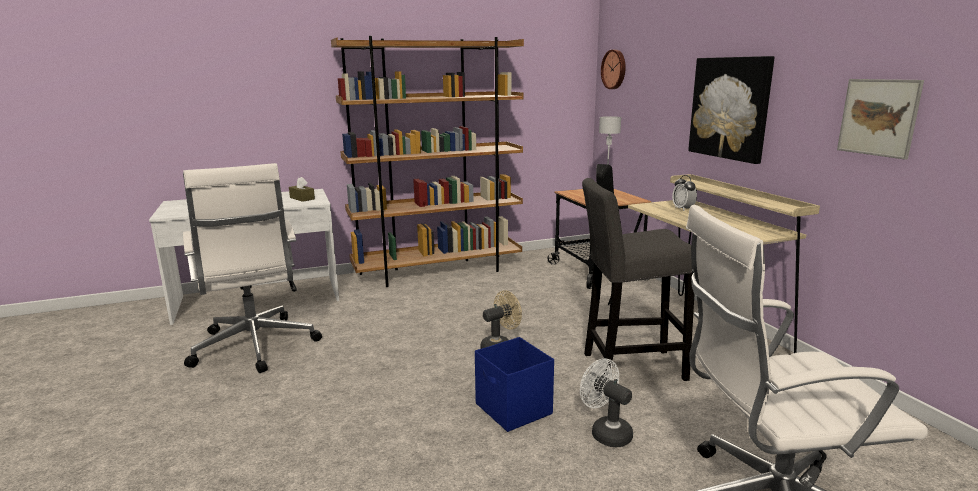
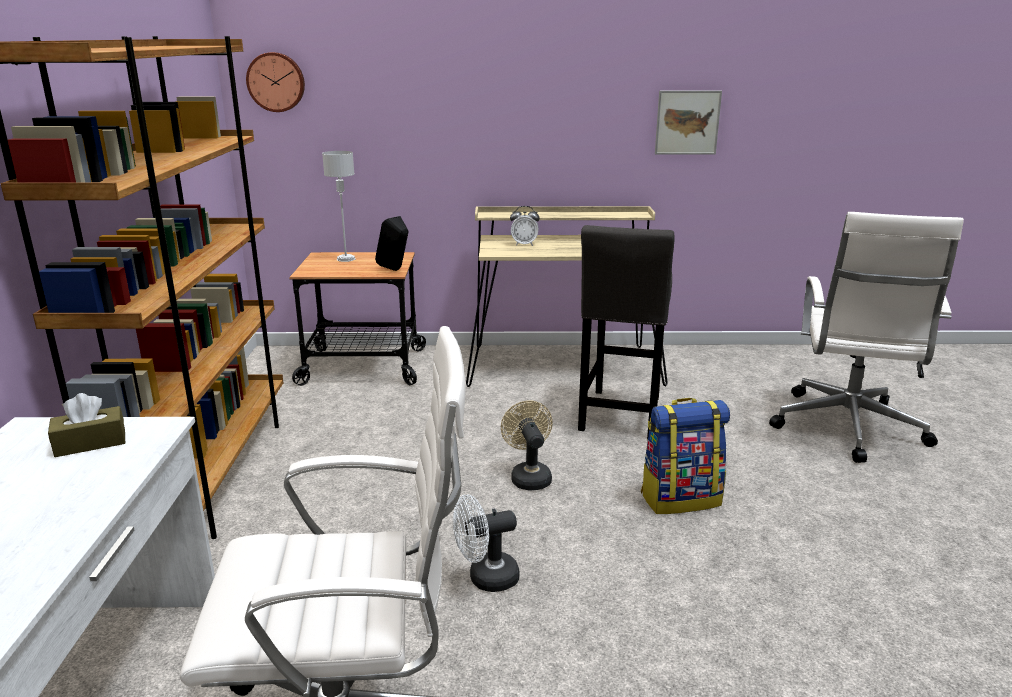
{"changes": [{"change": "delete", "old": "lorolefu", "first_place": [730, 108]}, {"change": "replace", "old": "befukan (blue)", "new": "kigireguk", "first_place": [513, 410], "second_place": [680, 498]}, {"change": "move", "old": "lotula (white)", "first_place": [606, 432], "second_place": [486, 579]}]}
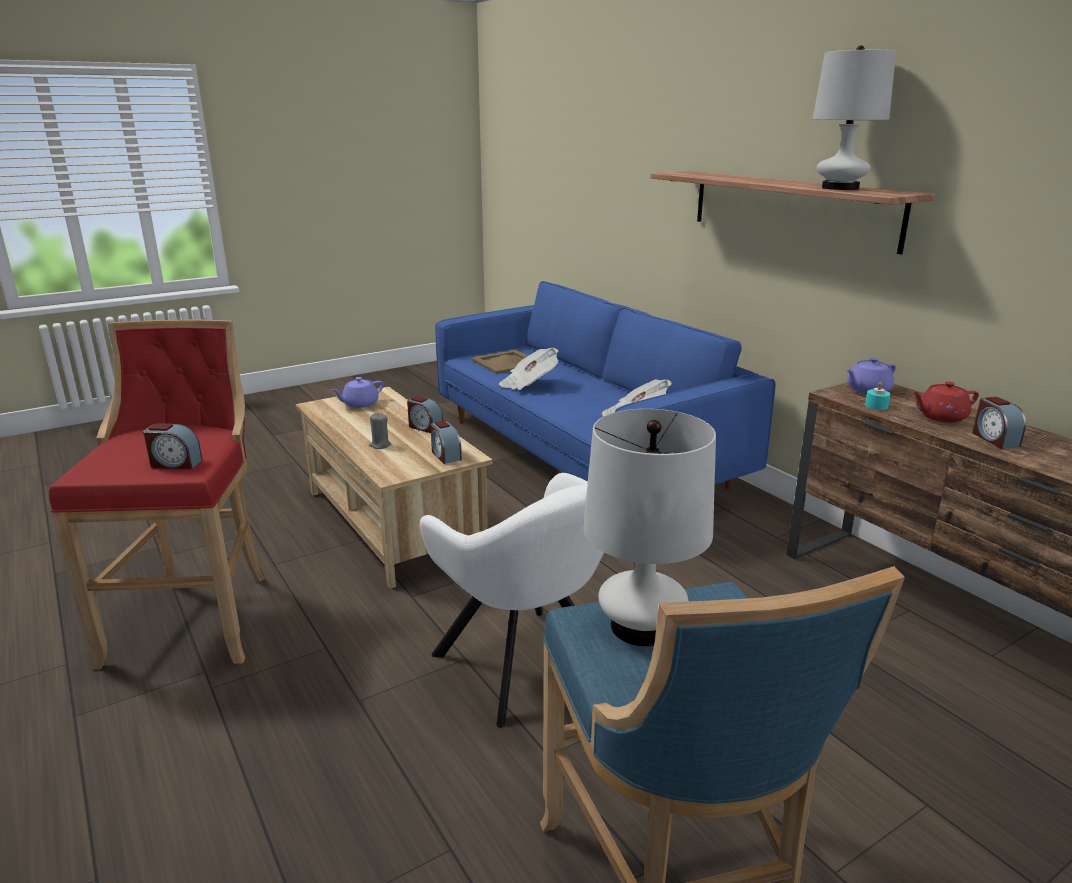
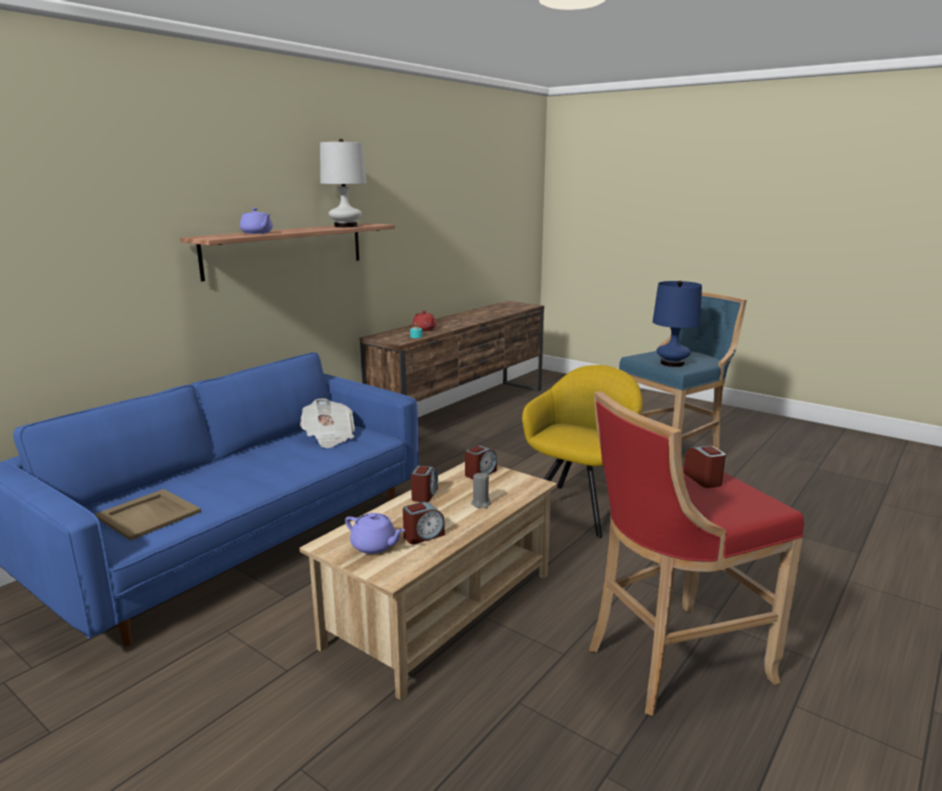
{"changes": [{"change": "delete", "old": "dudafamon", "first_place": [529, 384]}, {"change": "move", "old": "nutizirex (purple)", "first_place": [867, 390], "second_place": [257, 233]}, {"change": "move", "old": "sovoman", "first_place": [994, 439], "second_place": [423, 536]}, {"change": "recolor", "old": "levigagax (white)", "new": "levigagax (blue)", "first_place": [641, 627], "second_place": [672, 363]}, {"change": "recolor", "old": "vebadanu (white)", "new": "vebadanu (yellow)", "first_place": [527, 668], "second_place": [581, 507]}]}
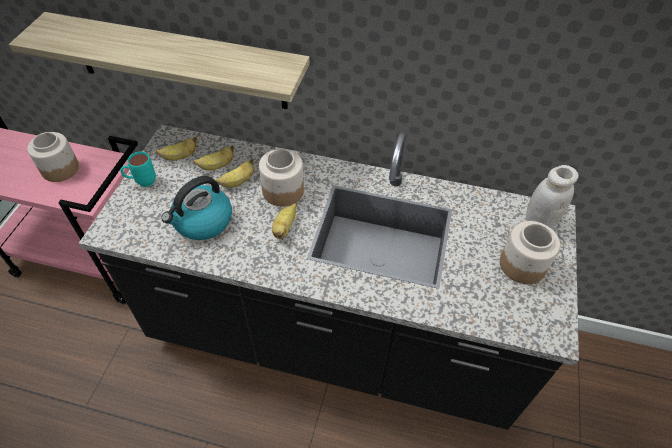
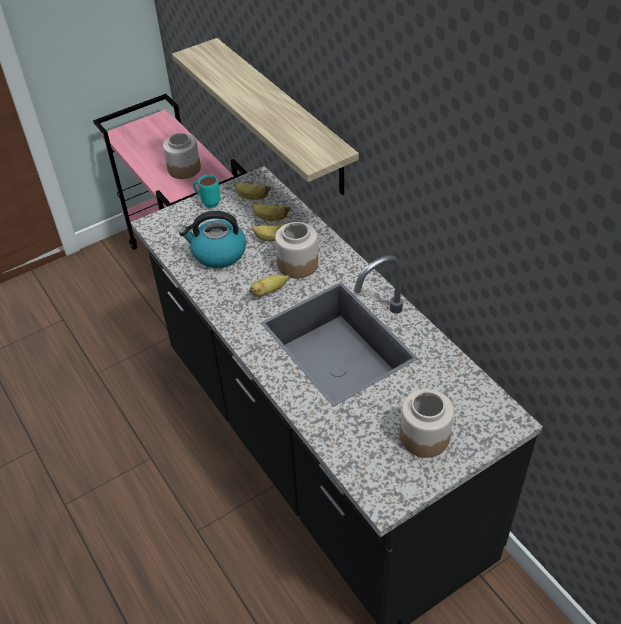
{"changes": [{"change": "delete", "old": "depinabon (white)", "first_place": [539, 221]}]}
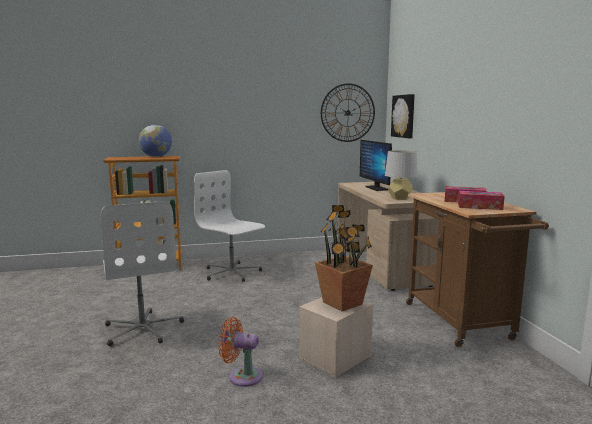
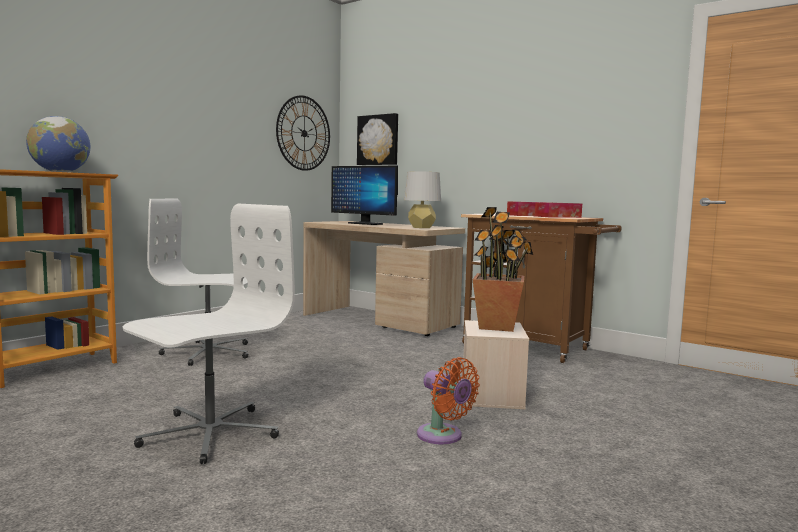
{"changes": [{"change": "rotate", "old": "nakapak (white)", "first_place": [143, 329], "second_place": [209, 433], "degrees": -75}, {"change": "rotate", "old": "lotula (orange)", "first_place": [242, 376], "second_place": [443, 436], "degrees": -105}]}
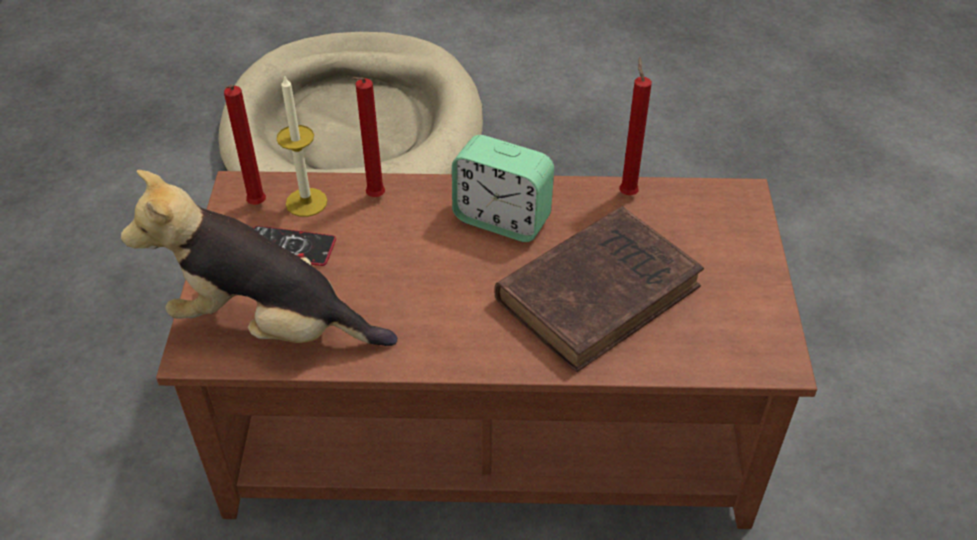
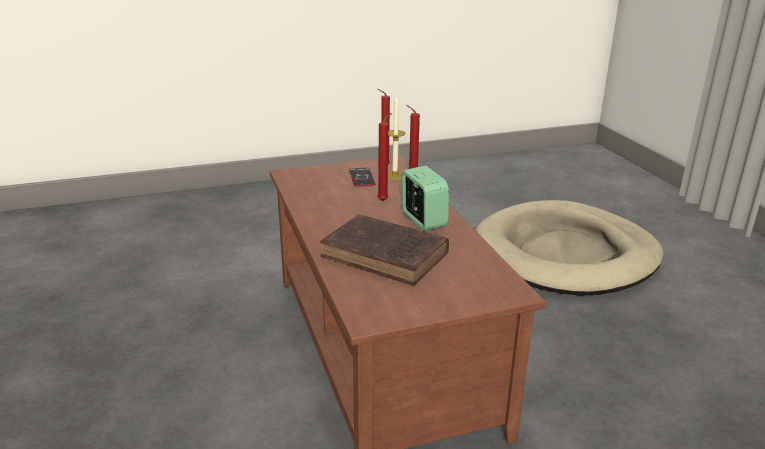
{"changes": [{"change": "move", "old": "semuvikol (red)", "first_place": [627, 192], "second_place": [384, 200]}, {"change": "rotate", "old": "sovoman", "first_place": [502, 219], "second_place": [423, 220], "degrees": 150}, {"change": "delete", "old": "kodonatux", "first_place": [270, 326]}]}
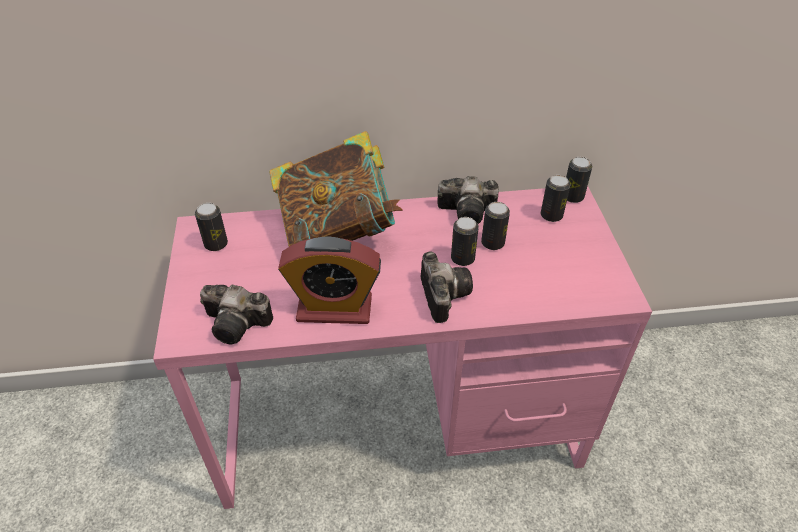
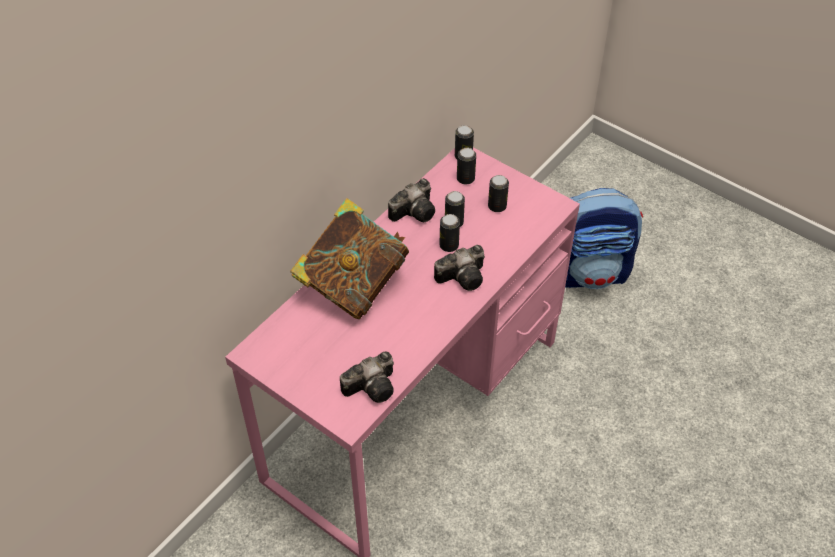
{"changes": [{"change": "move", "old": "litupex", "first_place": [216, 244], "second_place": [497, 206]}, {"change": "delete", "old": "sovoman", "first_place": [334, 309]}, {"change": "rotate", "old": "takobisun", "first_place": [442, 294], "second_place": [464, 276], "degrees": 120}, {"change": "insert", "new": "kigireguk", "second_place": [589, 272]}]}
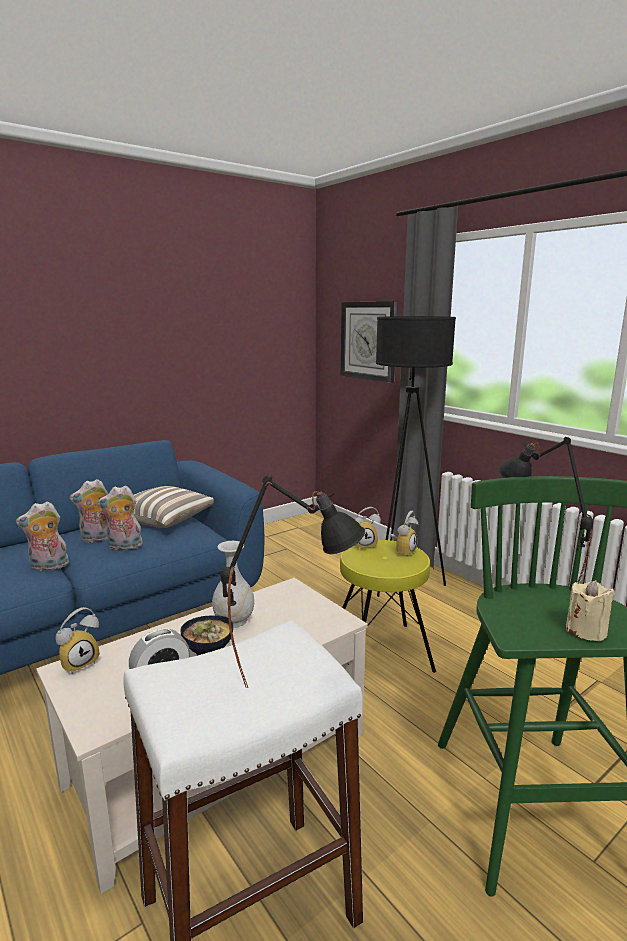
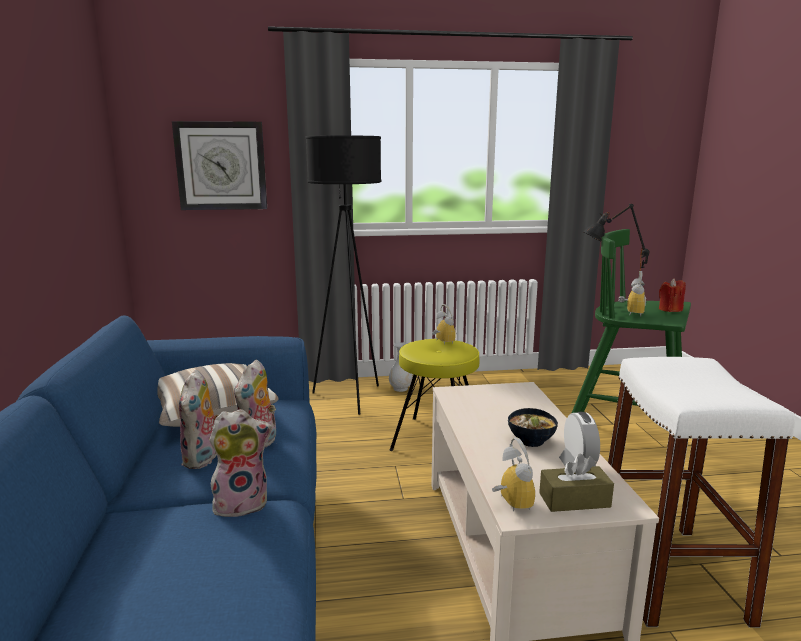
{"changes": [{"change": "delete", "old": "levigagax (black)", "first_place": [294, 674]}, {"change": "rotate", "old": "kodonatux", "first_place": [48, 567], "second_place": [242, 504], "degrees": -120}, {"change": "move", "old": "sovoman", "first_place": [364, 545], "second_place": [630, 313]}, {"change": "move", "old": "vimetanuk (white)", "first_place": [234, 621], "second_place": [400, 388]}, {"change": "recolor", "old": "semuvikol (beige)", "new": "semuvikol (red)", "first_place": [586, 631], "second_place": [670, 309]}, {"change": "insert", "new": "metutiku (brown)", "second_place": [574, 500]}]}
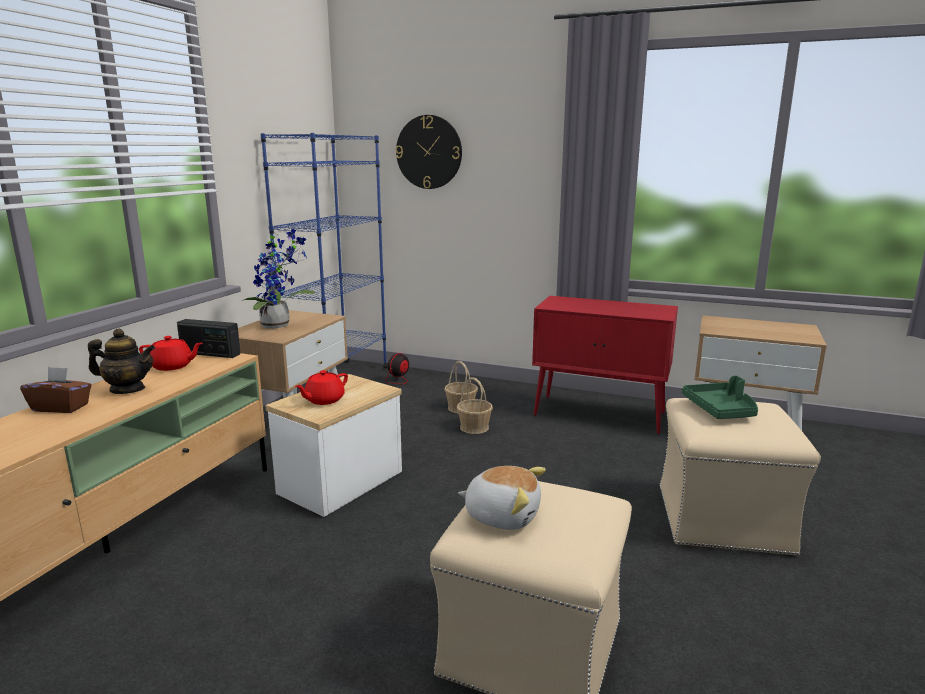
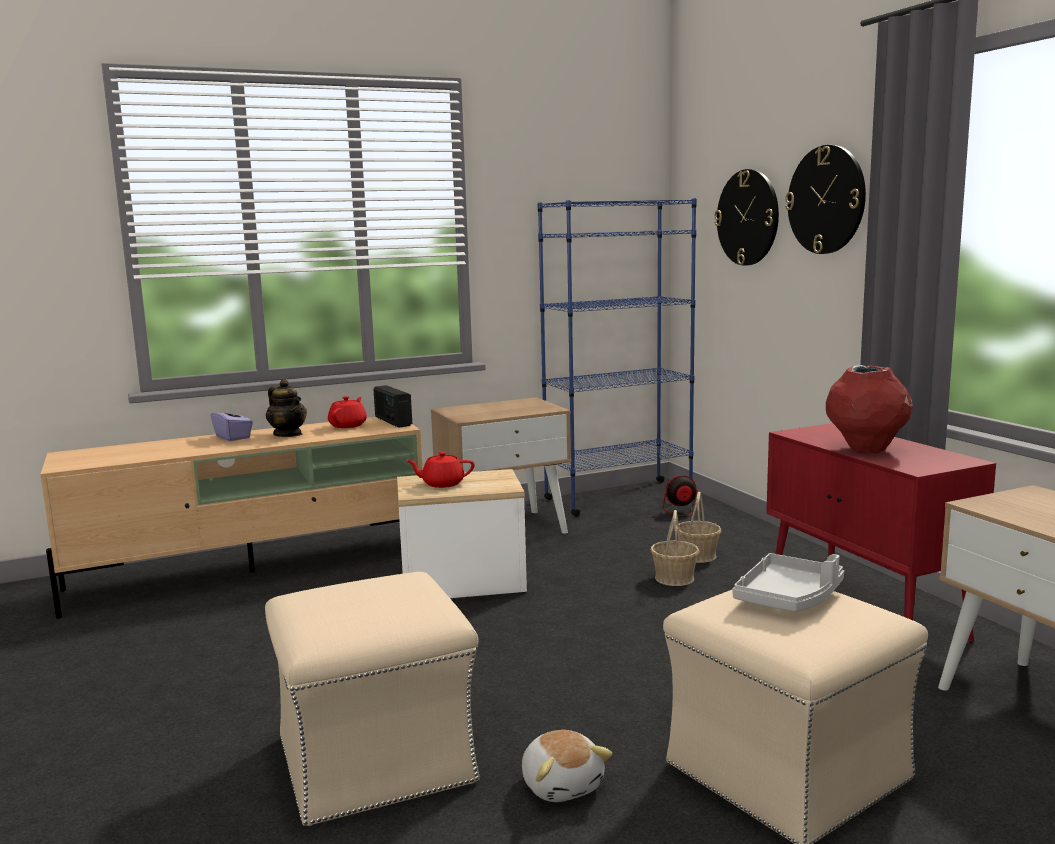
{"changes": [{"change": "delete", "old": "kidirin", "first_place": [279, 325]}, {"change": "rotate", "old": "nutizirex (red)", "first_place": [172, 366], "second_place": [348, 425], "degrees": -120}, {"change": "recolor", "old": "metutiku (brown)", "new": "metutiku (purple)", "first_place": [61, 407], "second_place": [233, 437]}, {"change": "recolor", "old": "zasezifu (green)", "new": "zasezifu (grey)", "first_place": [721, 410], "second_place": [789, 598]}, {"change": "move", "old": "kodonatux", "first_place": [502, 515], "second_place": [562, 784]}, {"change": "insert", "new": "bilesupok", "second_place": [826, 200]}, {"change": "insert", "new": "vimetanuk (red)", "second_place": [866, 449]}]}
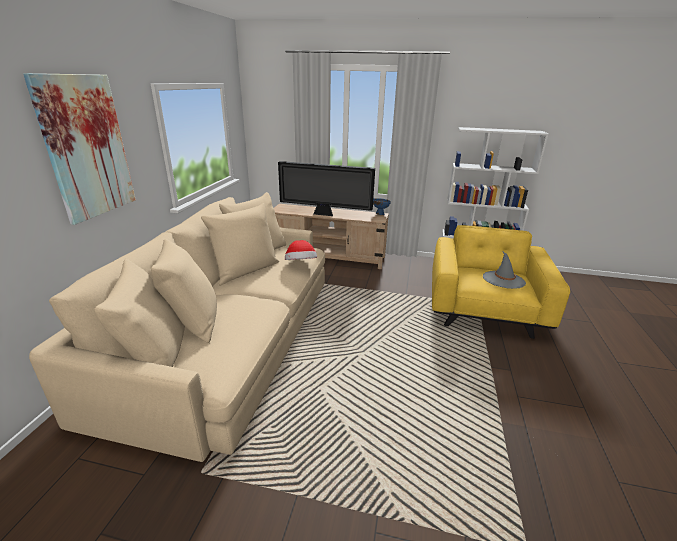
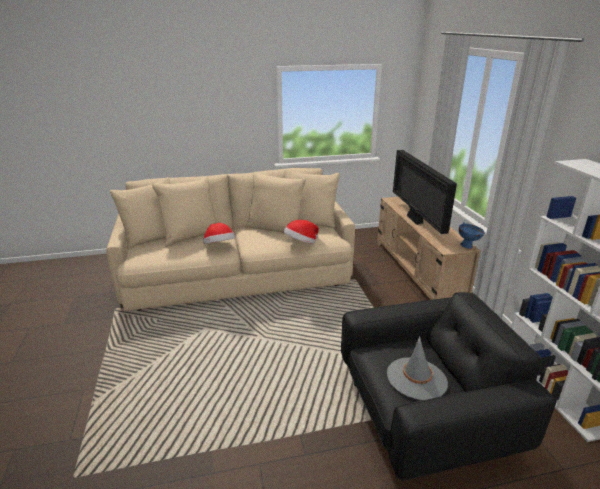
{"changes": [{"change": "delete", "old": "lorolefu", "first_place": [87, 147]}, {"change": "recolor", "old": "vebadanu (yellow)", "new": "vebadanu (black)", "first_place": [483, 310], "second_place": [425, 415]}, {"change": "insert", "new": "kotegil", "second_place": [219, 247]}]}
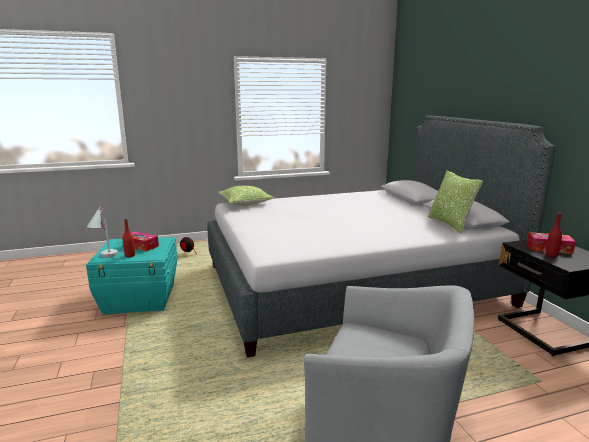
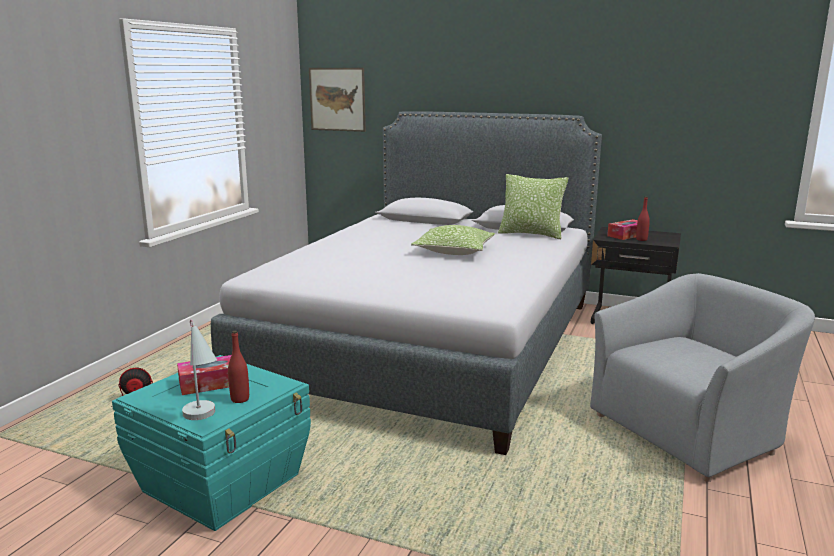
{"changes": [{"change": "move", "old": "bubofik", "first_place": [245, 203], "second_place": [454, 251]}, {"change": "insert", "new": "lorolefu", "second_place": [337, 99]}]}
